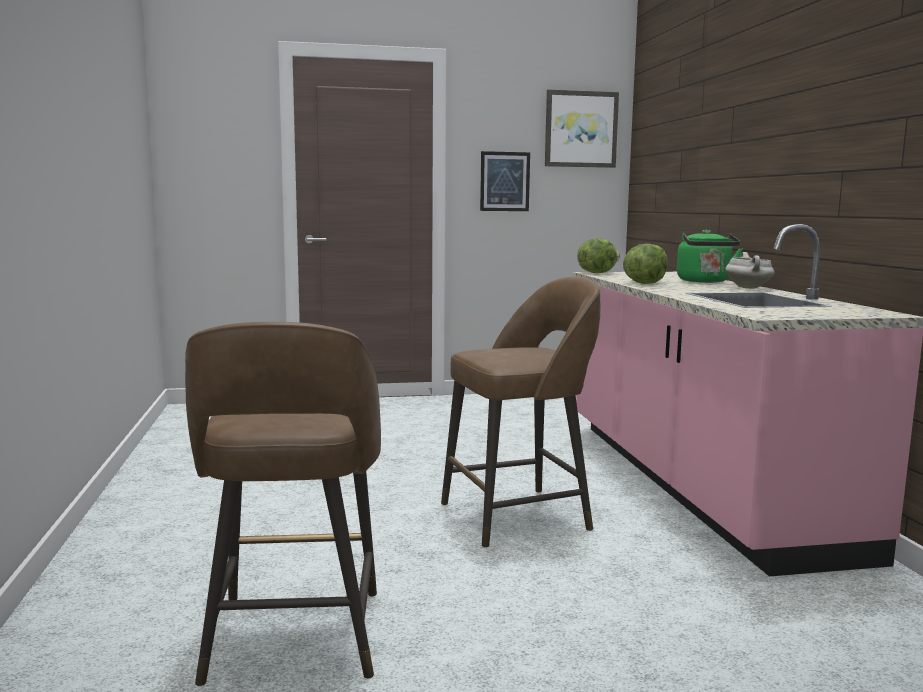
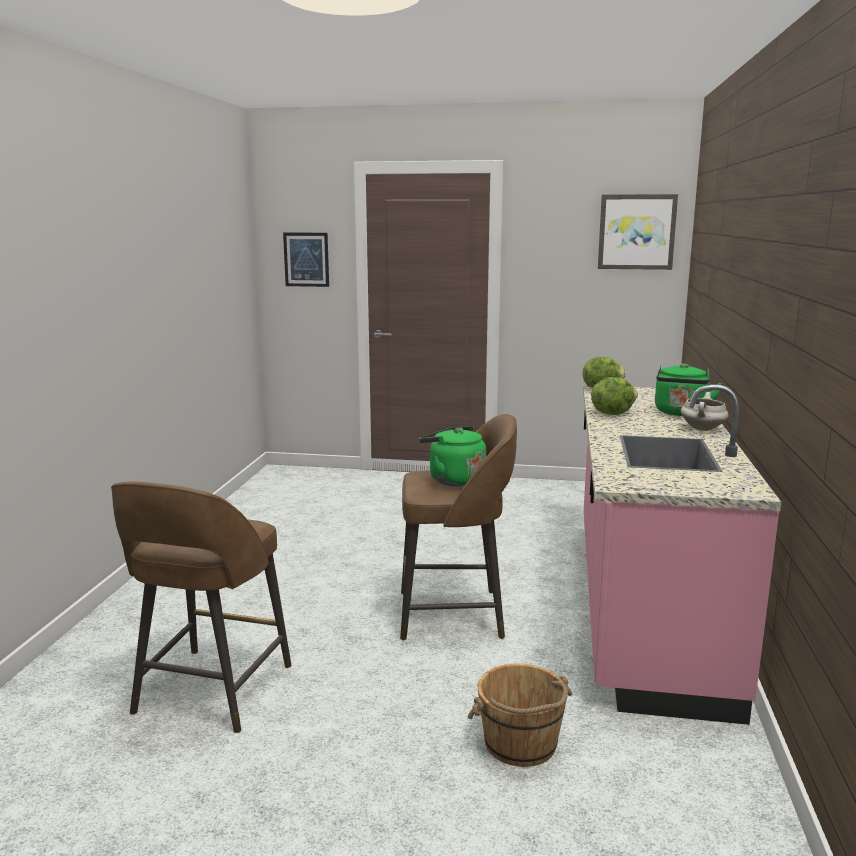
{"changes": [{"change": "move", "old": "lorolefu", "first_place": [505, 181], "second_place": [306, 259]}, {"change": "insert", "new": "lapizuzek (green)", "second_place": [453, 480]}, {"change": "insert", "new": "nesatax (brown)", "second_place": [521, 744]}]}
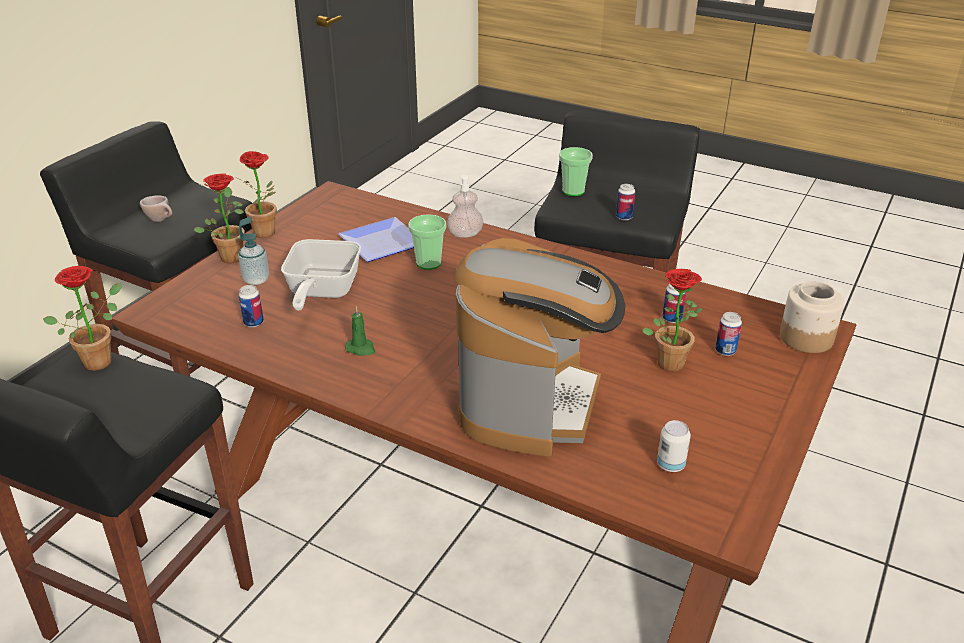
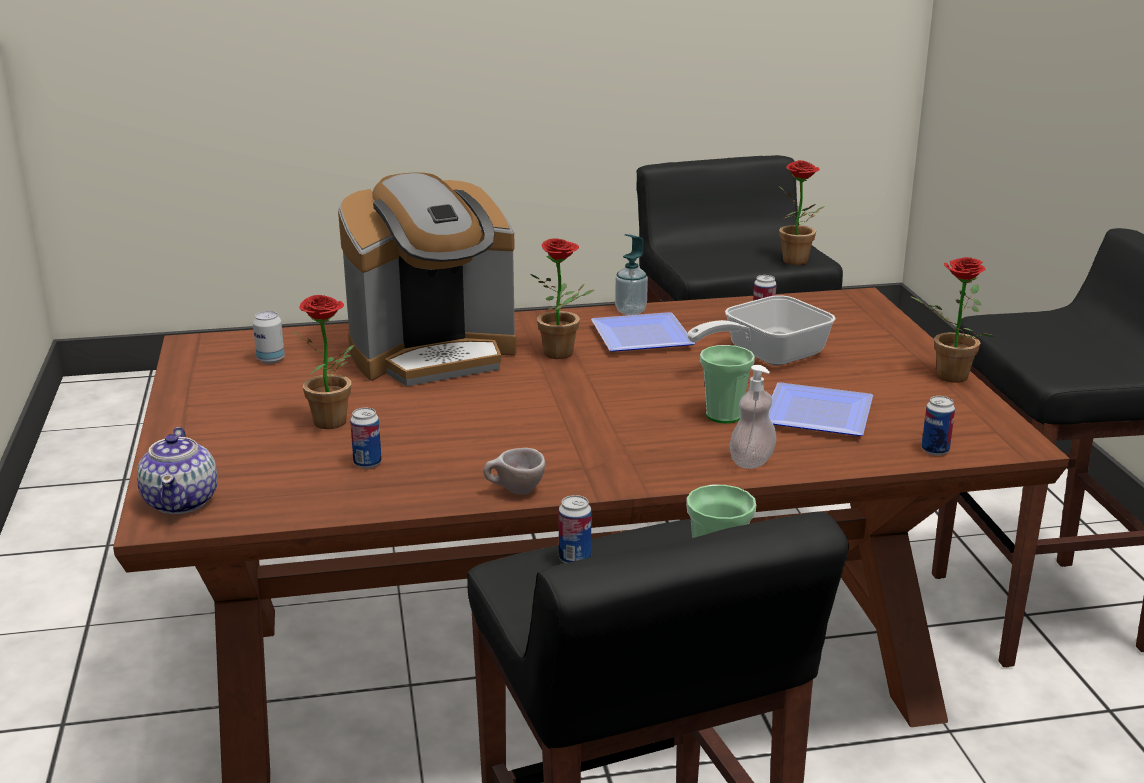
{"changes": [{"change": "move", "old": "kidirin", "first_place": [231, 255], "second_place": [564, 354]}, {"change": "move", "old": "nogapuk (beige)", "first_place": [161, 220], "second_place": [515, 492]}, {"change": "move", "old": "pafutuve", "first_place": [256, 280], "second_place": [630, 311]}, {"change": "rotate", "old": "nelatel", "first_place": [531, 403], "second_place": [433, 355], "degrees": -90}, {"change": "rotate", "old": "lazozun", "first_place": [321, 292], "second_place": [765, 355], "degrees": -90}, {"change": "replace", "old": "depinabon", "new": "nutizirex", "first_place": [805, 338], "second_place": [182, 501]}, {"change": "replace", "old": "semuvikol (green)", "new": "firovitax", "first_place": [361, 349], "second_place": [638, 336]}, {"change": "move", "old": "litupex", "first_place": [725, 351], "second_place": [935, 450]}]}
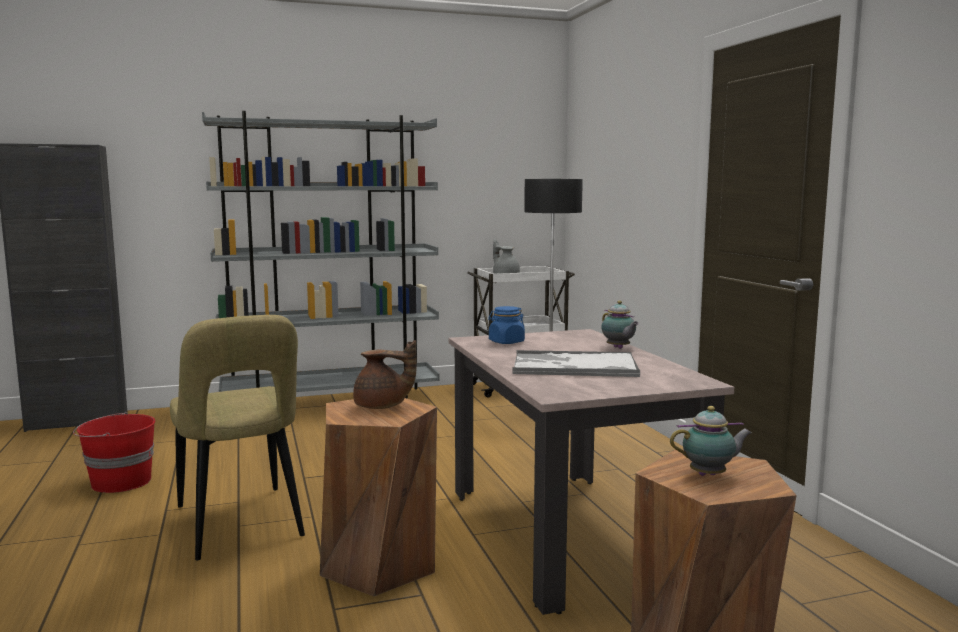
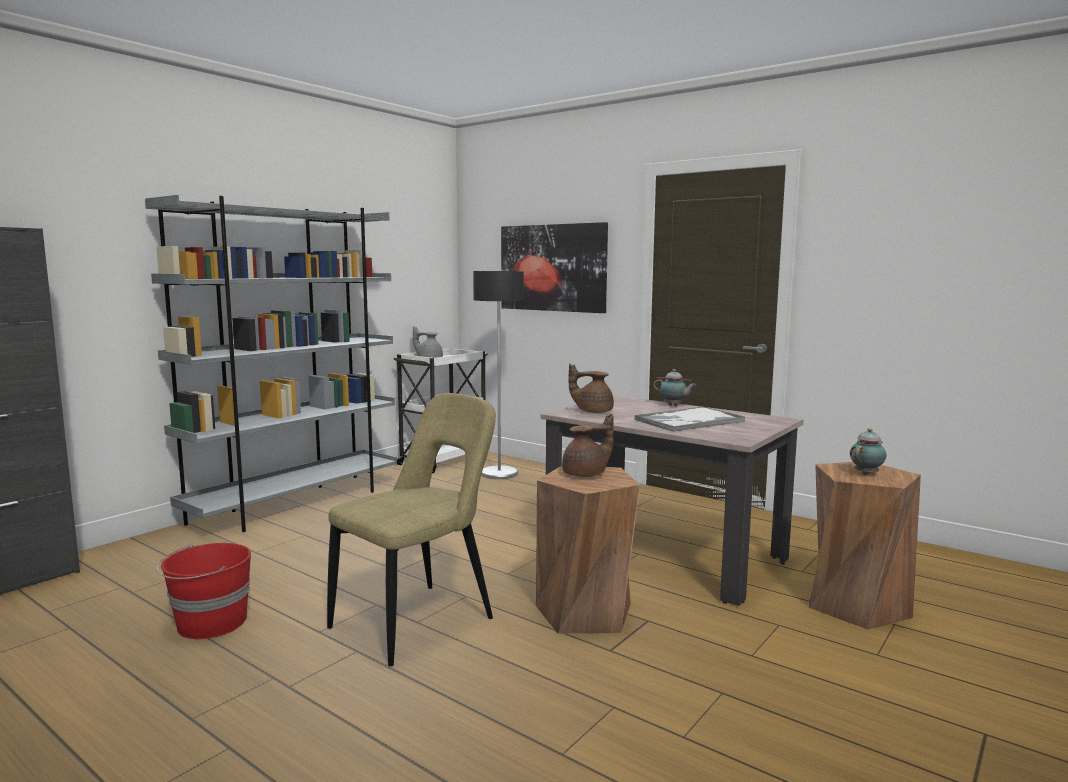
{"changes": [{"change": "replace", "old": "depinabon (blue)", "new": "nutizirex (brown)", "first_place": [506, 342], "second_place": [593, 411]}, {"change": "rotate", "old": "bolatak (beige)", "first_place": [241, 525], "second_place": [419, 621], "degrees": -75}, {"change": "insert", "new": "lorolefu", "second_place": [553, 268]}]}
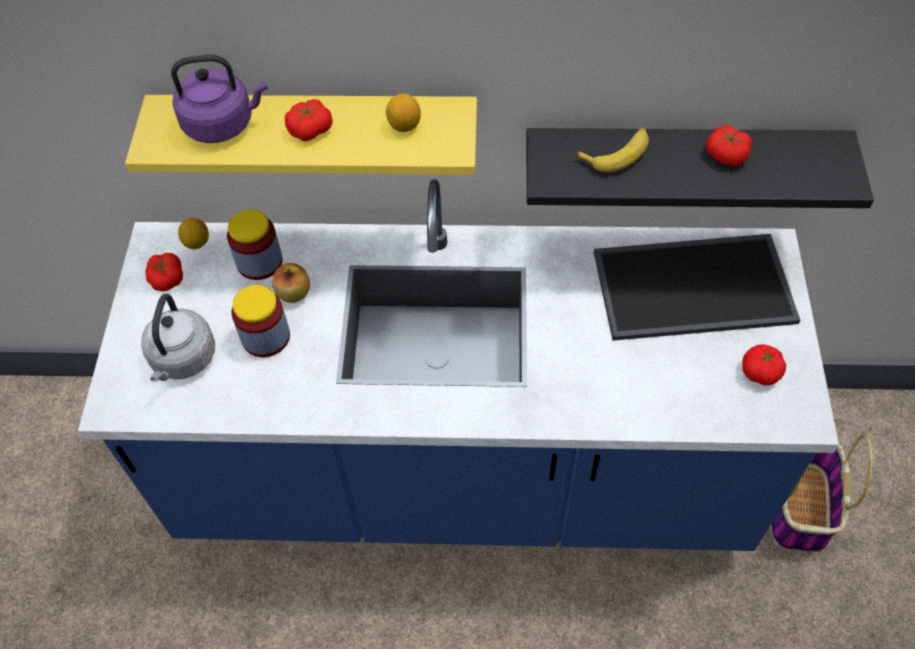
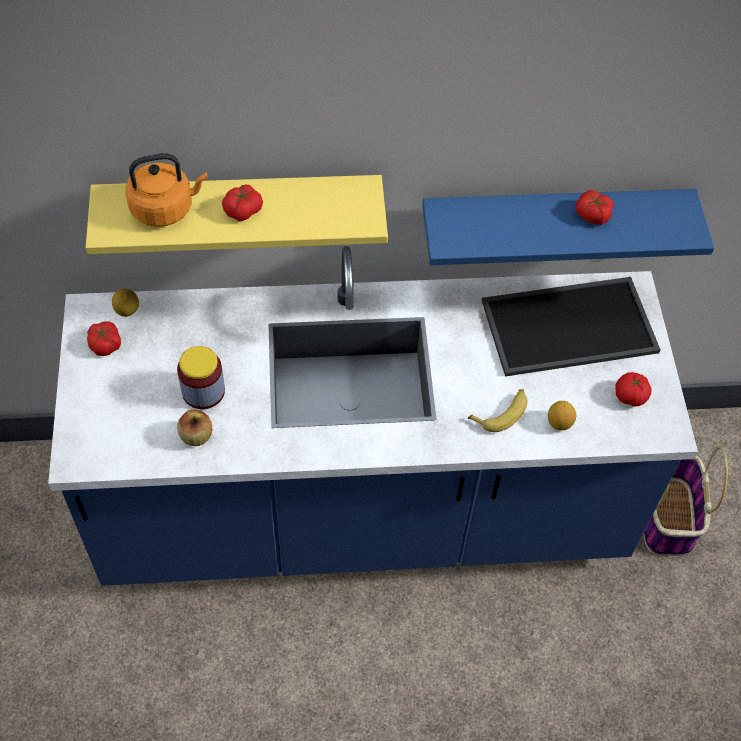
{"changes": [{"change": "recolor", "old": "lapizuzek (purple)", "new": "lapizuzek (orange)", "first_place": [223, 124], "second_place": [165, 208]}, {"change": "move", "old": "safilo", "first_place": [404, 125], "second_place": [559, 423]}, {"change": "recolor", "old": "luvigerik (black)", "new": "luvigerik (blue)", "first_place": [681, 164], "second_place": [553, 222]}, {"change": "move", "old": "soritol", "first_place": [617, 154], "second_place": [501, 413]}, {"change": "delete", "old": "depinabon", "first_place": [259, 262]}, {"change": "move", "old": "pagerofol", "first_place": [293, 293], "second_place": [196, 436]}, {"change": "delete", "old": "lapizuzek (grey)", "first_place": [183, 360]}]}
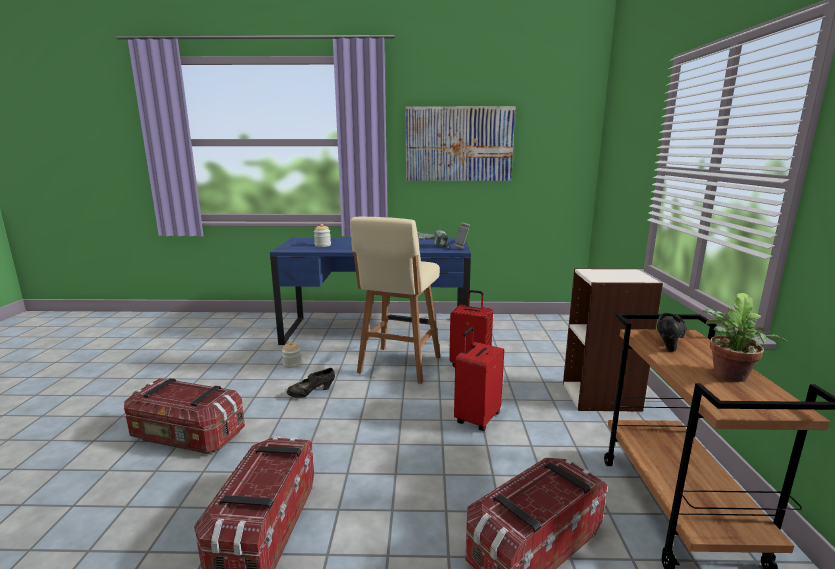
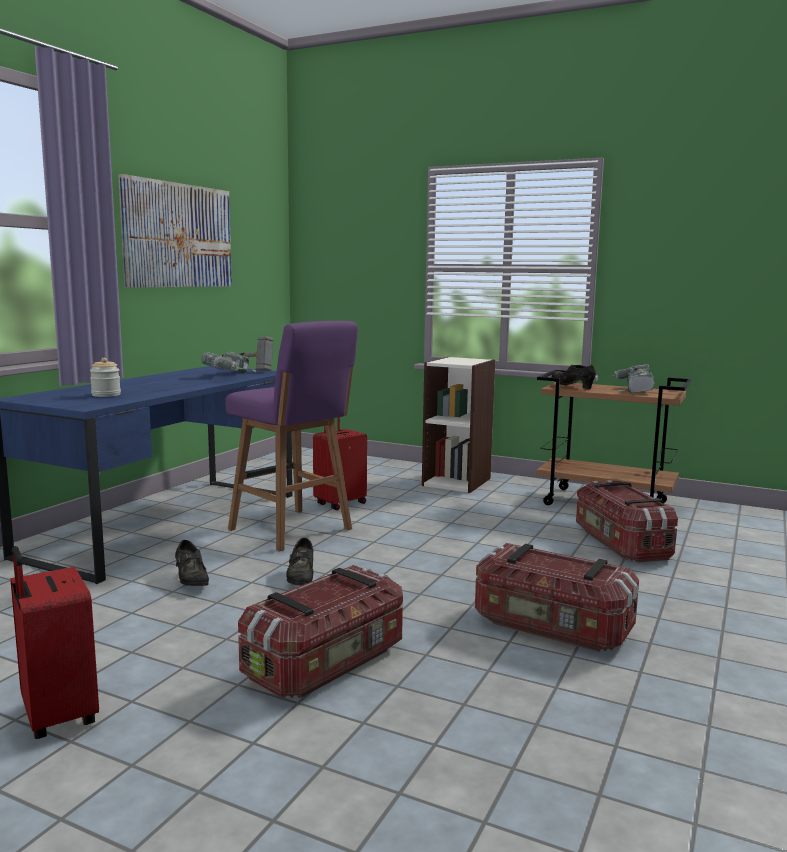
{"changes": [{"change": "recolor", "old": "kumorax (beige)", "new": "kumorax (purple)", "first_place": [398, 366], "second_place": [293, 530]}, {"change": "replace", "old": "kidirin", "new": "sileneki", "first_place": [729, 376], "second_place": [631, 389]}, {"change": "move", "old": "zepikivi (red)", "first_place": [476, 418], "second_place": [56, 716]}, {"change": "replace", "old": "depinabon", "new": "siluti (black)", "first_place": [292, 364], "second_place": [191, 582]}]}
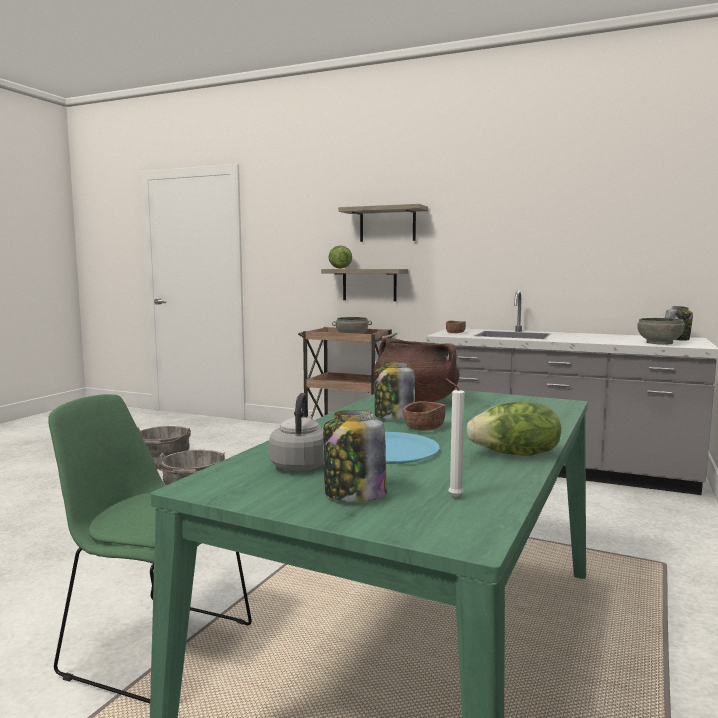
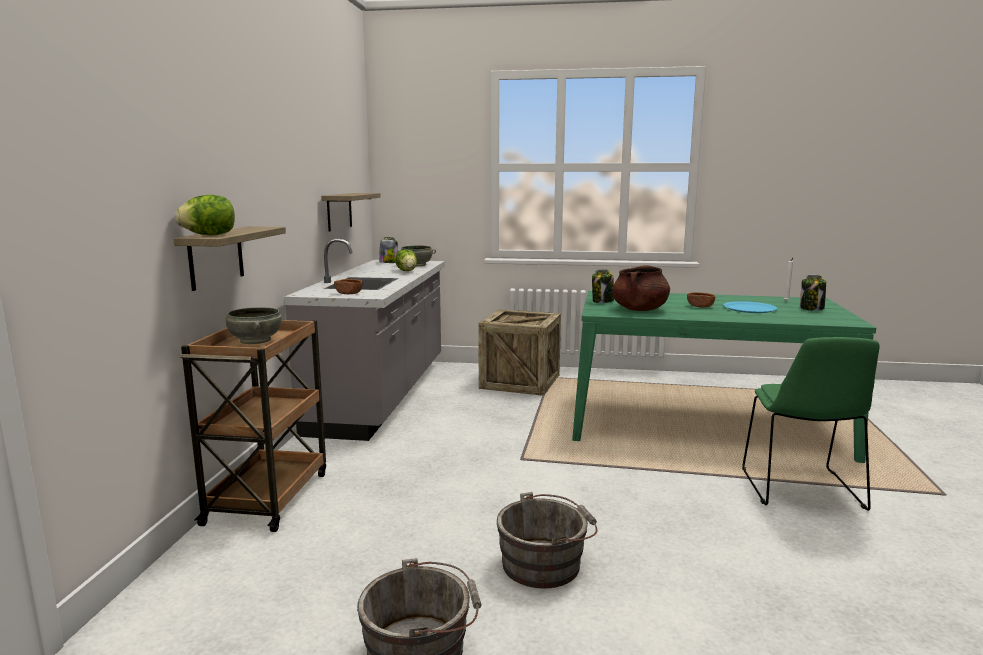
{"changes": [{"change": "move", "old": "luvigerik", "first_place": [387, 224], "second_place": [339, 211]}, {"change": "move", "old": "depinabon", "first_place": [393, 417], "second_place": [602, 301]}, {"change": "delete", "old": "lapizuzek (grey)", "first_place": [300, 465]}, {"change": "move", "old": "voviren", "first_place": [516, 454], "second_place": [407, 271]}, {"change": "insert", "new": "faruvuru", "second_place": [520, 381]}]}
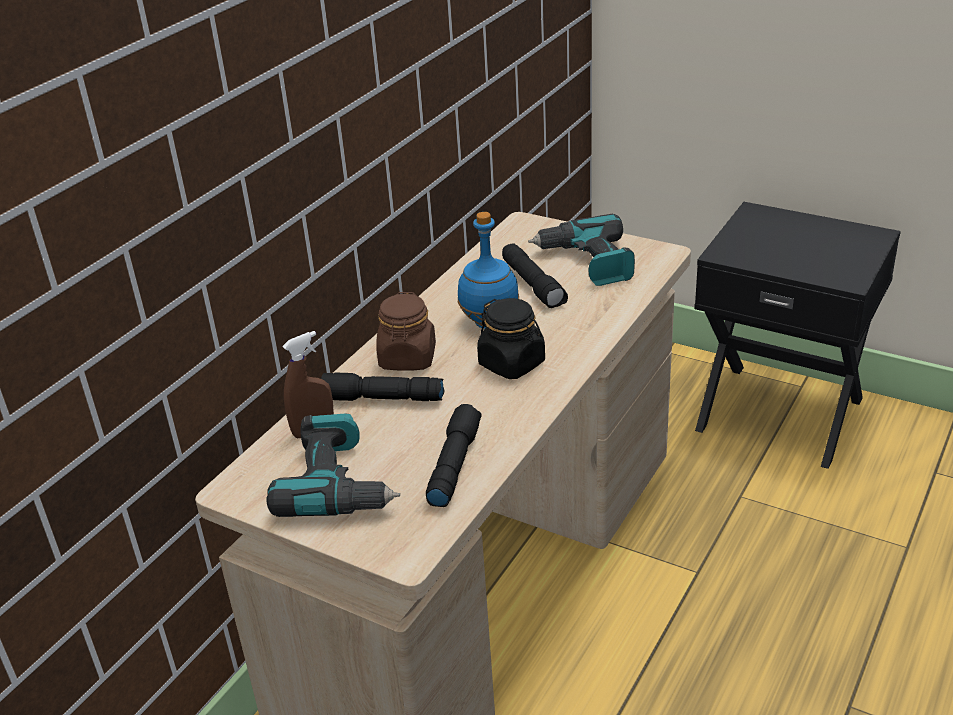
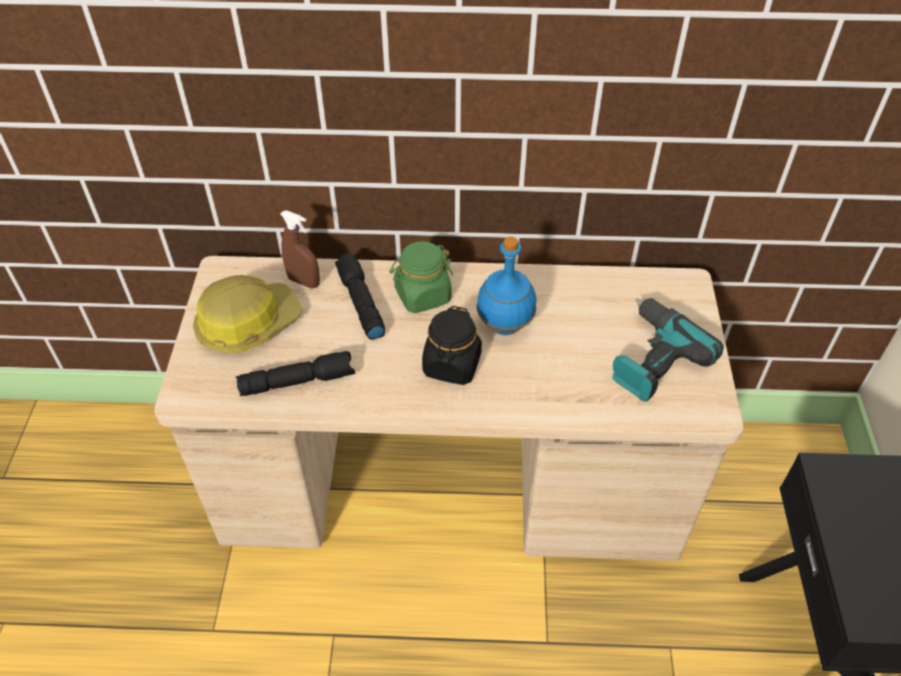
{"changes": [{"change": "delete", "old": "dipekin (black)", "first_place": [534, 285]}, {"change": "recolor", "old": "depinabon (brown)", "new": "depinabon (green)", "first_place": [408, 358], "second_place": [422, 295]}, {"change": "replace", "old": "sileneki", "new": "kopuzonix", "first_place": [338, 484], "second_place": [247, 324]}]}
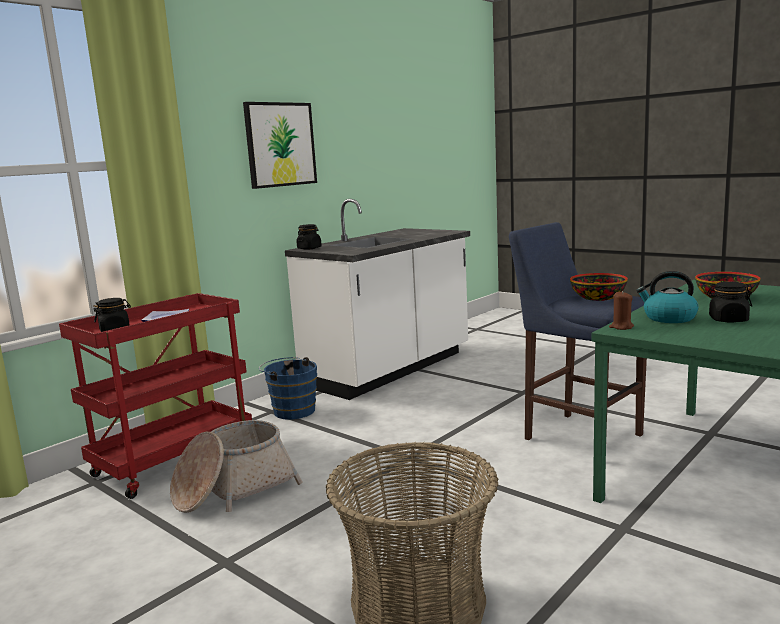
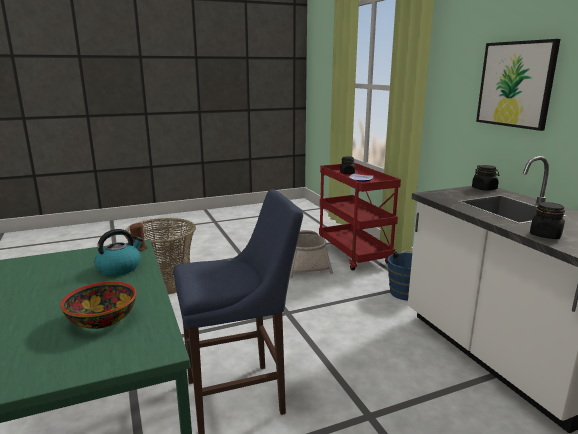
{"changes": [{"change": "delete", "old": "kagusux", "first_place": [597, 298]}, {"change": "move", "old": "depinabon (black)", "first_place": [728, 320], "second_place": [545, 235]}]}
